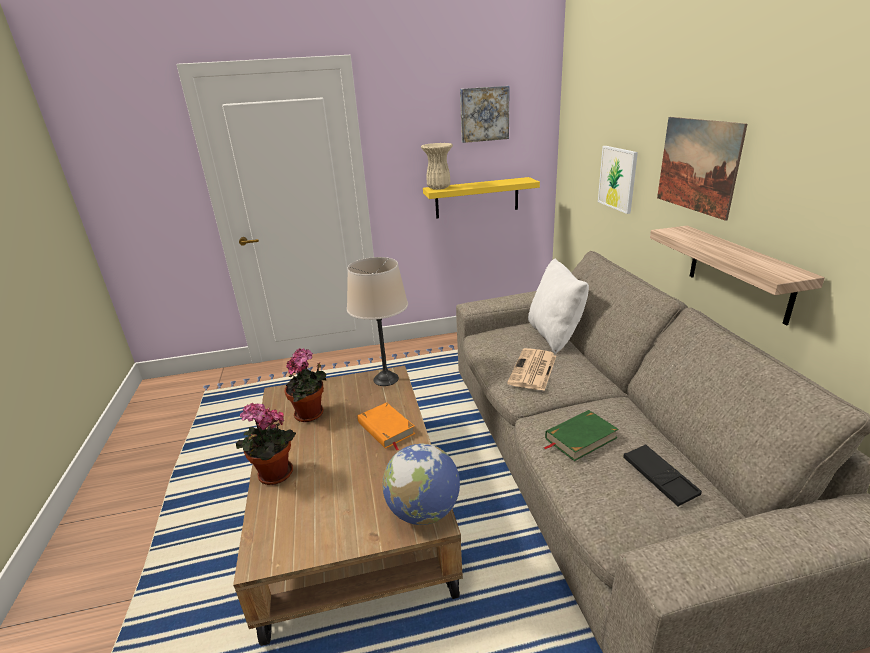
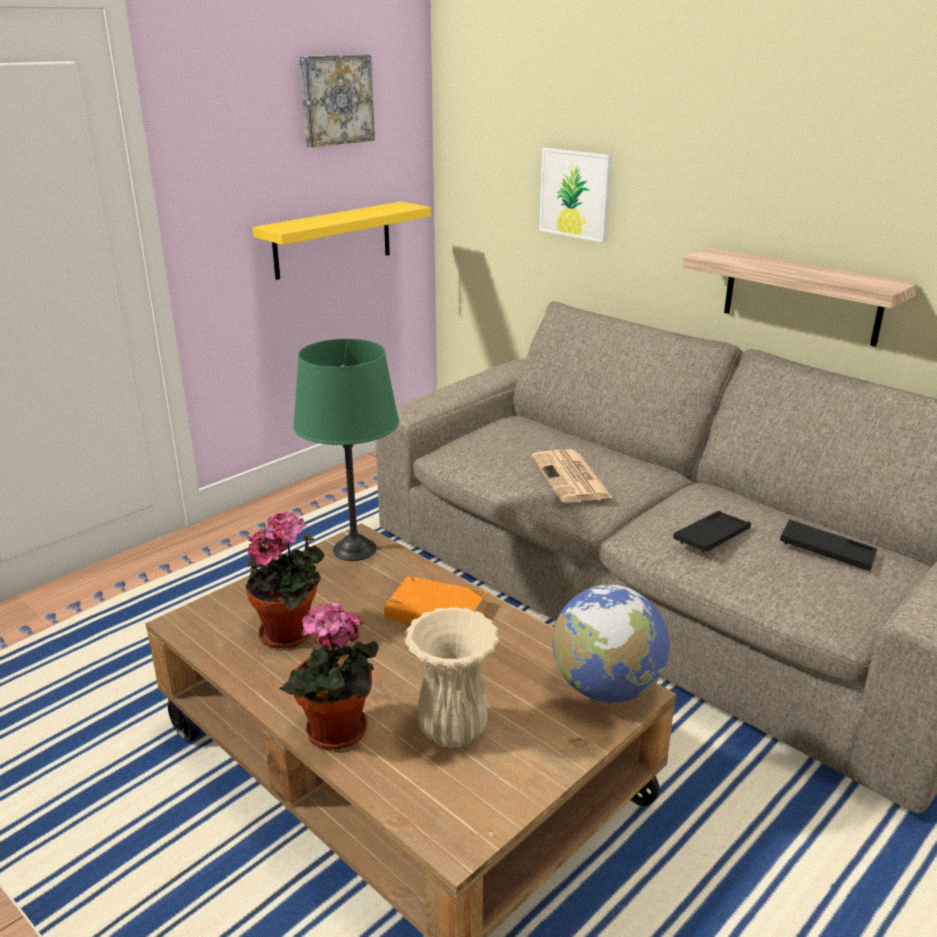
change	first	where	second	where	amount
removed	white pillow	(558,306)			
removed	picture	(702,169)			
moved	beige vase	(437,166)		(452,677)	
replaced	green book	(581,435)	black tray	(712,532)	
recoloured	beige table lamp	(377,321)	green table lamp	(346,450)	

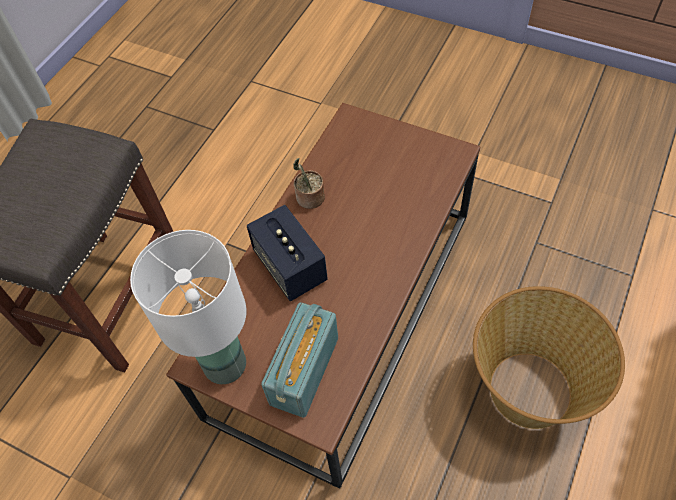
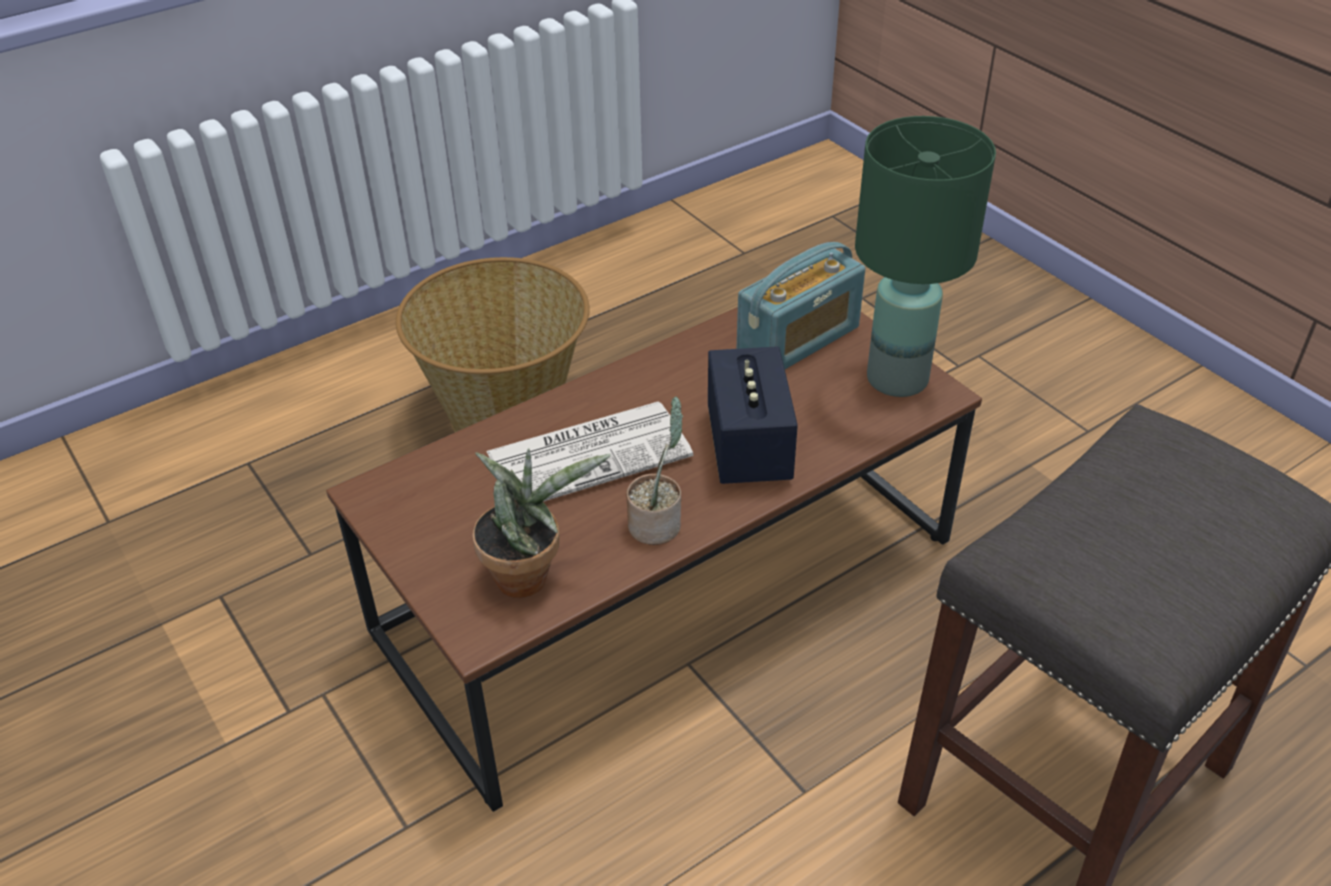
change	first	where	second	where	amount
added			potted plant	(541,523)	
added			newspaper	(589,452)	
recoloured	white table lamp	(188,307)	green table lamp	(925,256)	

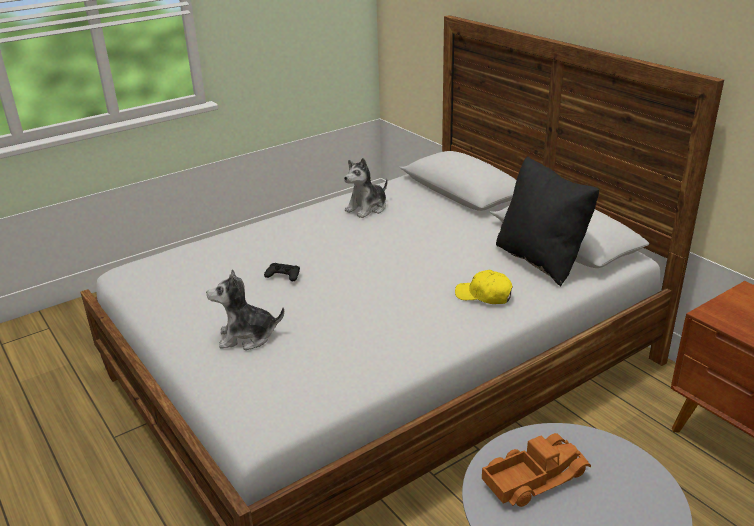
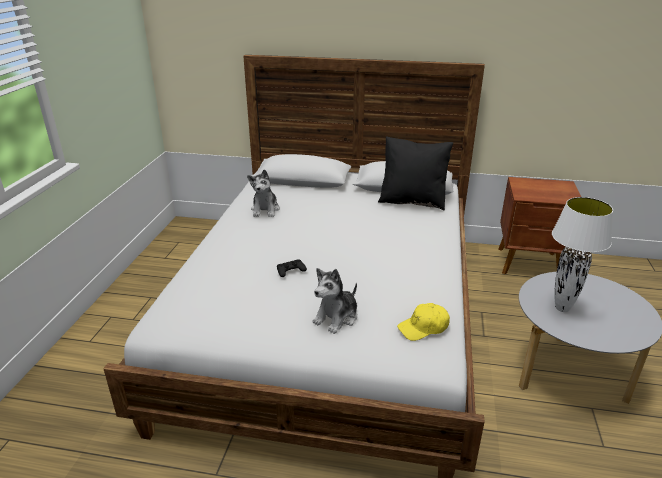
change	first	where	second	where	amount
moved	yellow cap	(484,287)		(423,322)	
replaced	toy truck	(536,470)	white table lamp	(582,254)	

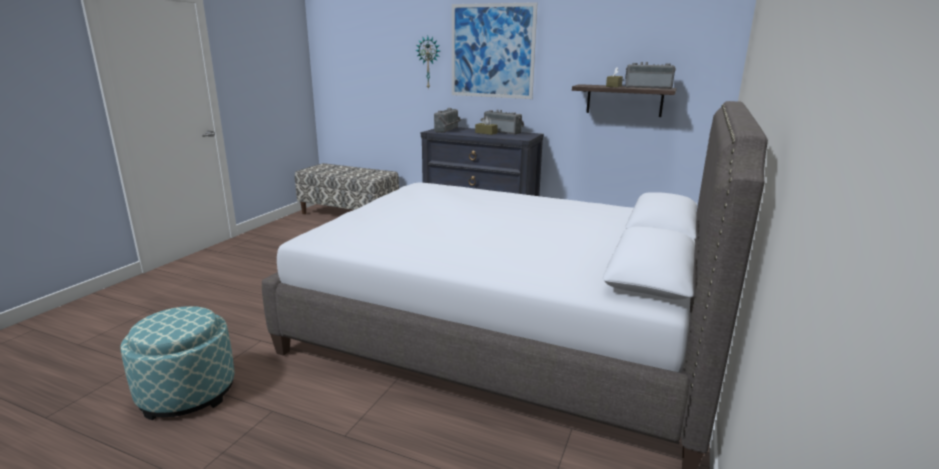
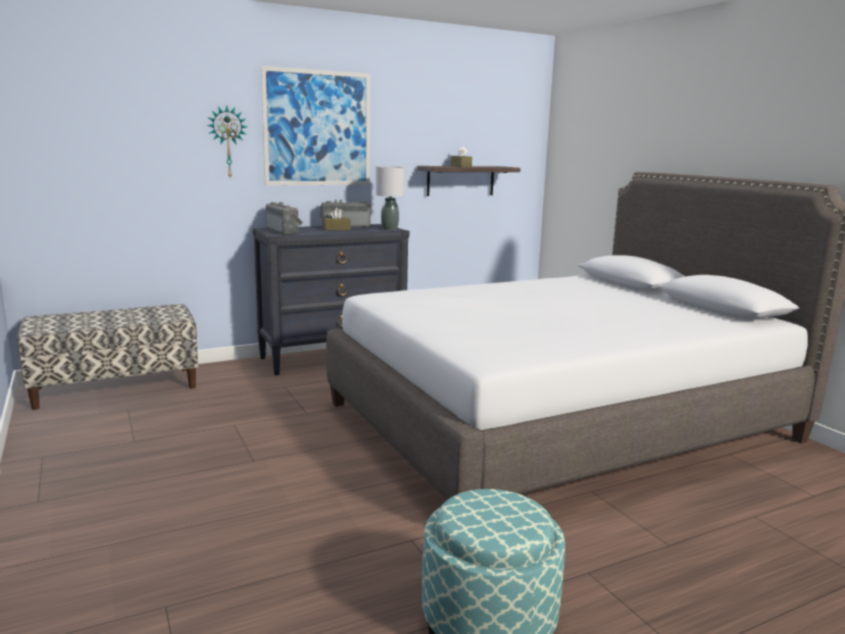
change	first	where	second	where	amount
removed	radio	(650,75)			
added			grey table lamp	(390,198)	

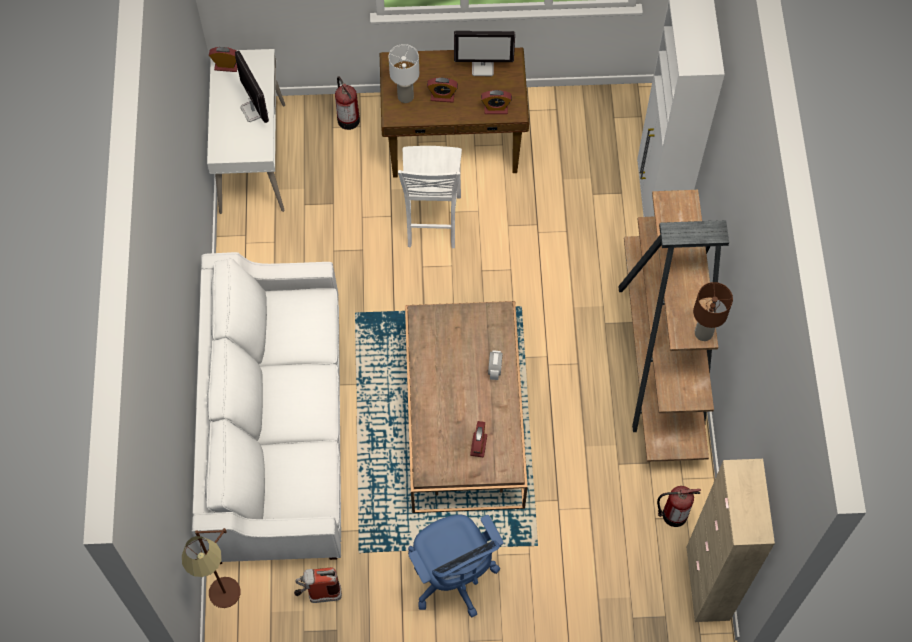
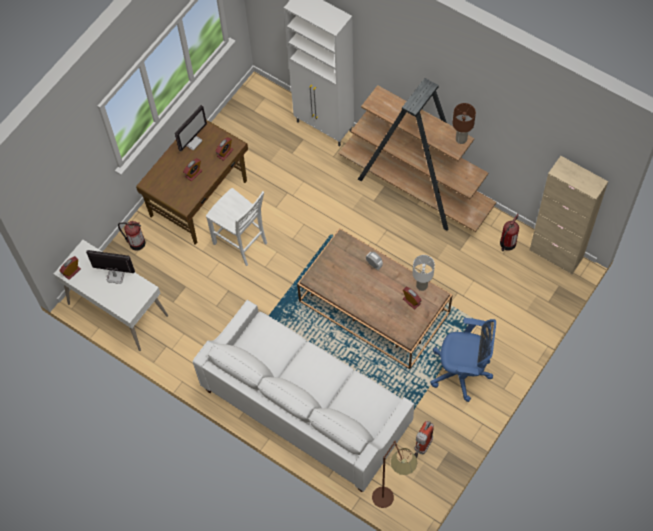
change	first	where	second	where	amount
moved	white table lamp	(404,73)		(424,273)	

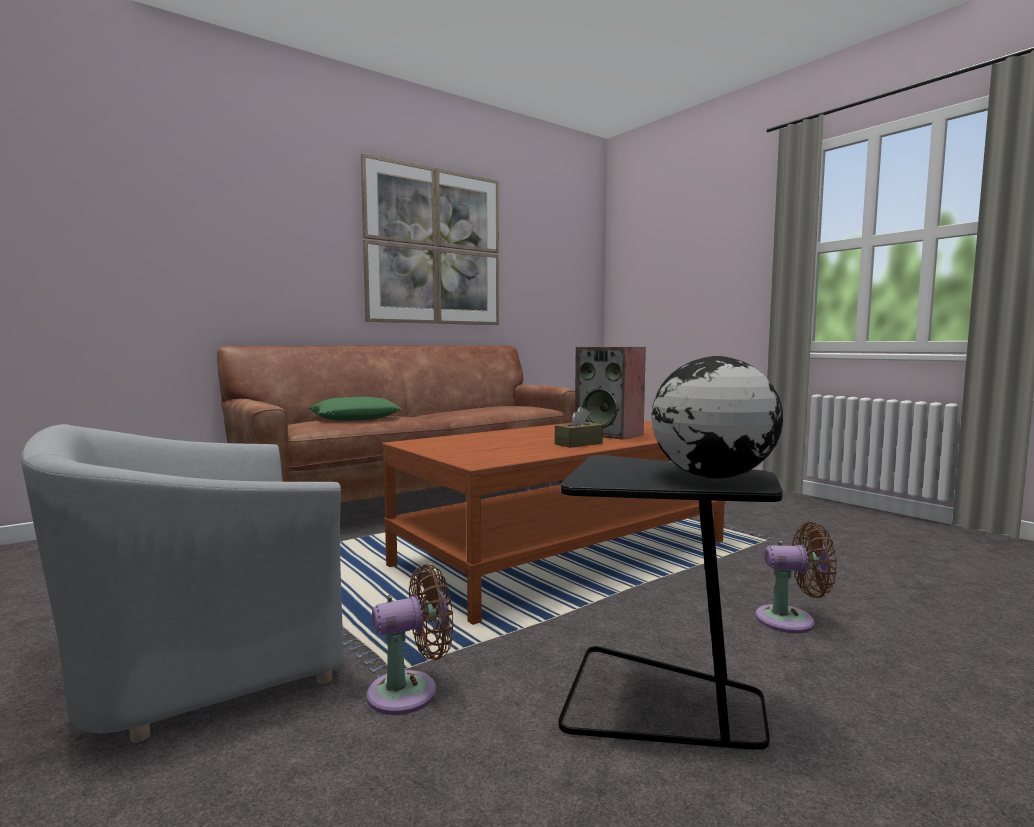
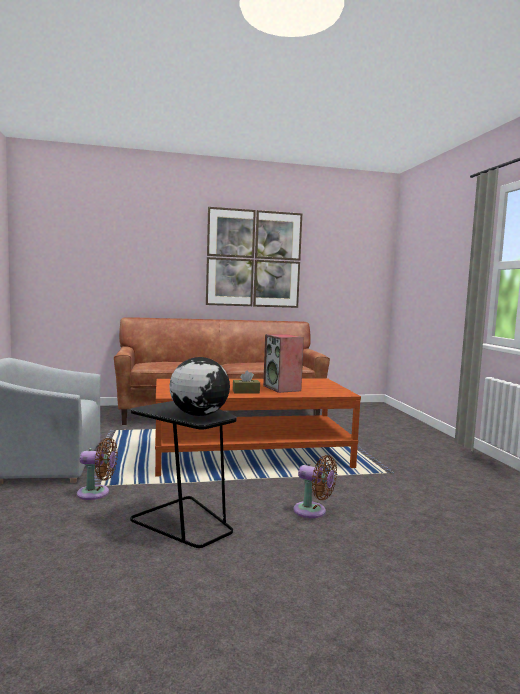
change	first	where	second	where	amount
removed	green pillow	(355,408)			

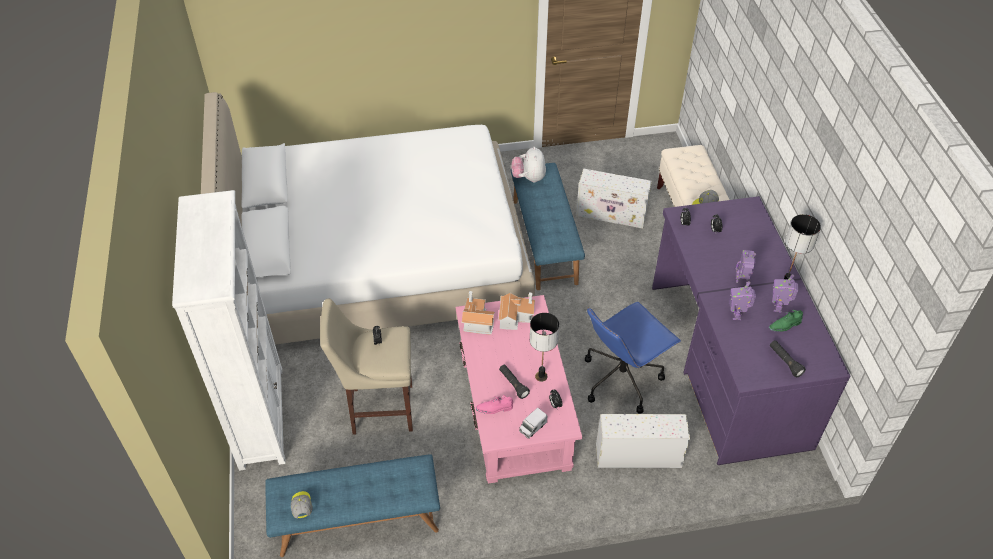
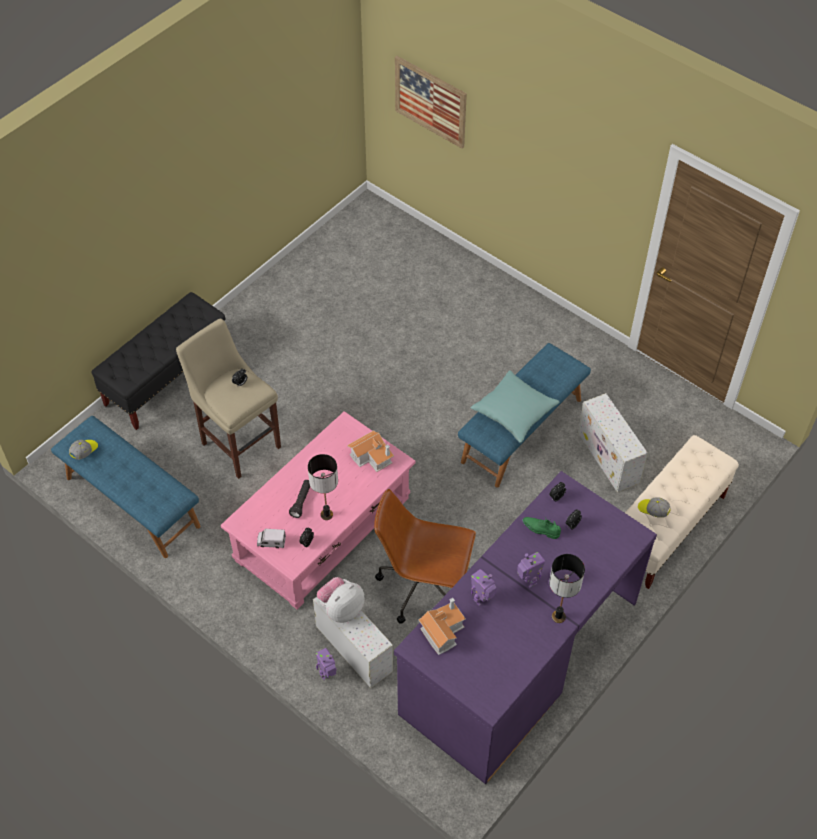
change	first	where	second	where	amount
removed	white bed	(368,218)			
removed	pink shoe	(494,404)			
removed	black flashlight	(788,358)			
added			picture	(431,102)	
added			turquoise pillow	(514,406)	
moved	toy house	(478,313)		(442,626)	
moved	plush toy	(528,164)		(341,600)	
moved	green shoe	(786,321)		(541,528)	
moved	toy robot	(785,293)		(326,664)	
replaced	white bookcase	(229,330)	black bench	(158,361)	
recoloured	blue office chair	(633,358)	brown office chair	(425,556)	

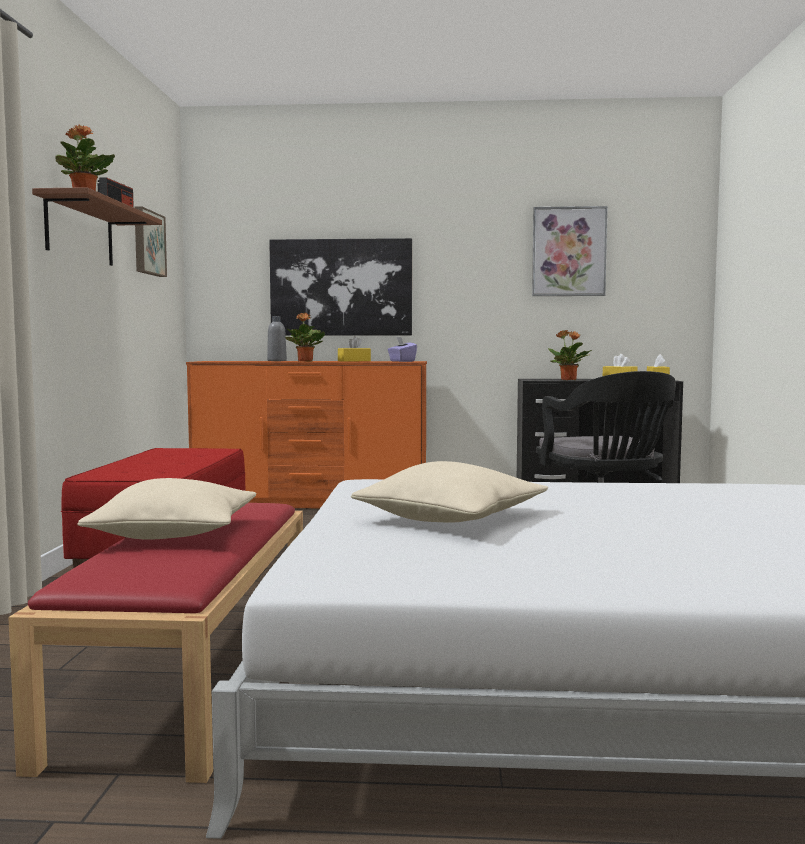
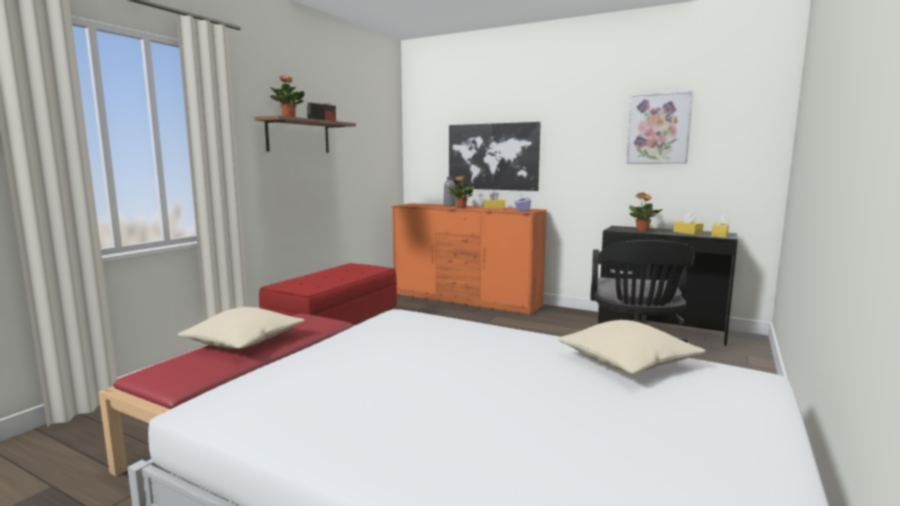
change	first	where	second	where	amount
removed	picture	(151,241)			
moved	beige pillow	(449,492)		(632,347)	

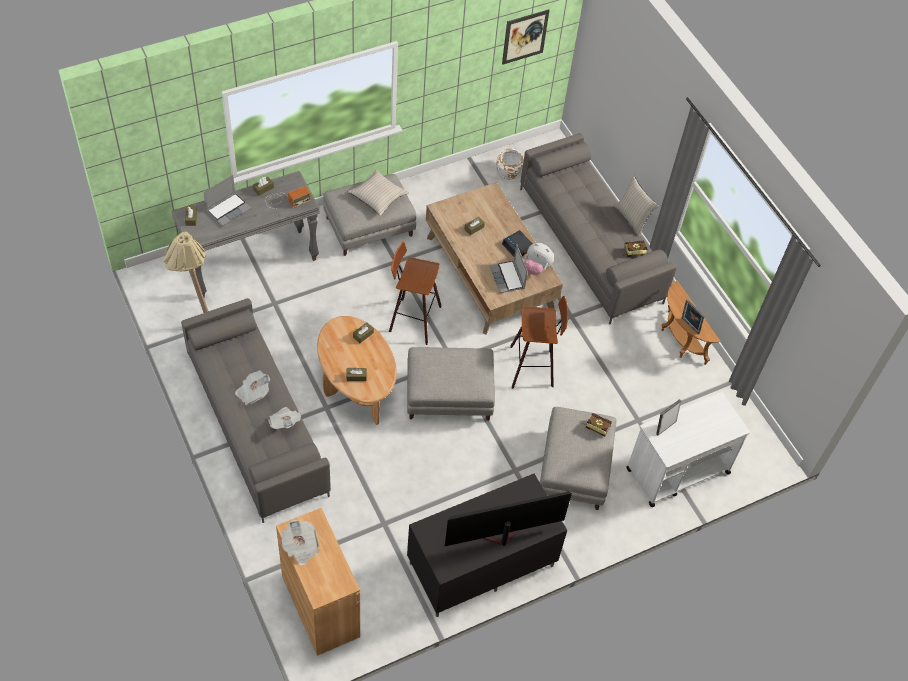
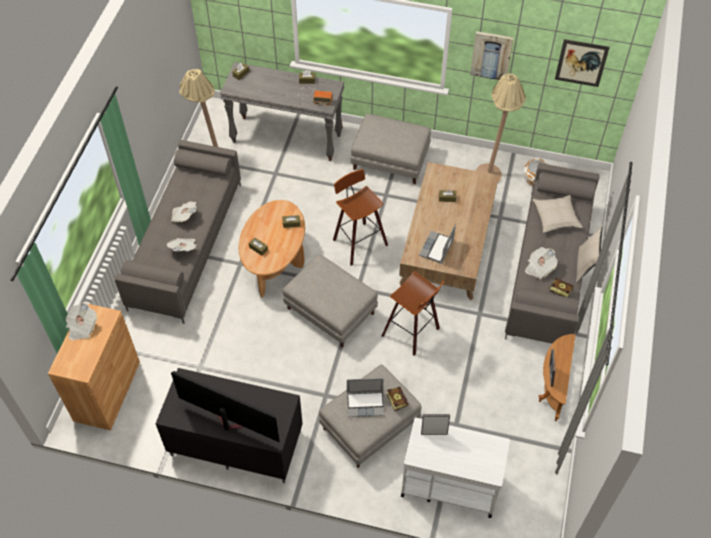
change	first	where	second	where	amount
removed	alarm clock	(517,243)			
removed	plush toy	(539,259)			
added			picture	(492,55)	
added			beige floor lamp	(501,128)	
added			newspaper	(541,263)	
moved	laptop	(227,200)		(366,397)	
moved	beige pillow	(378,192)		(557,214)	

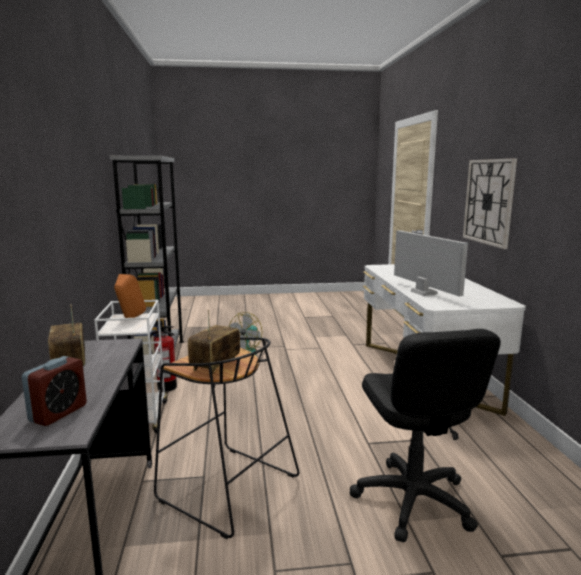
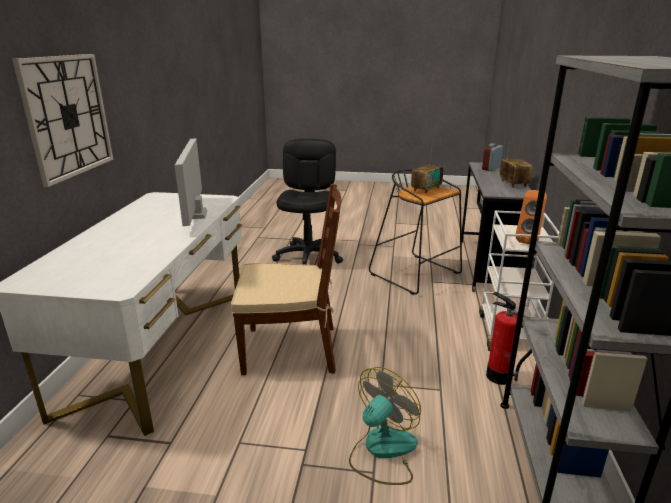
change	first	where	second	where	amount
added			brown chair	(286,279)	

